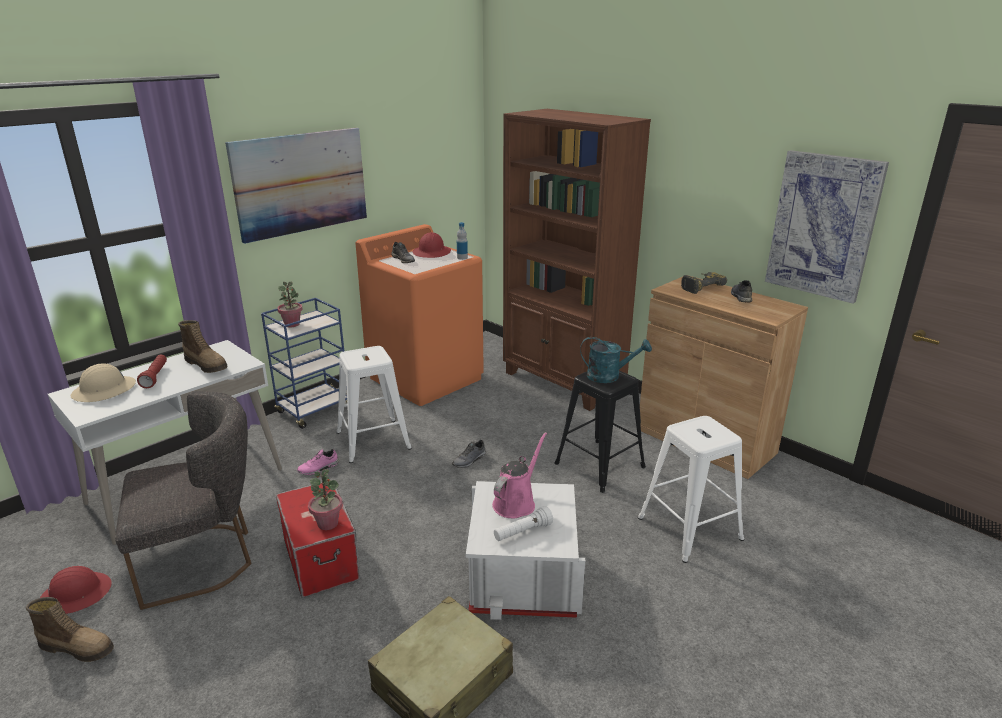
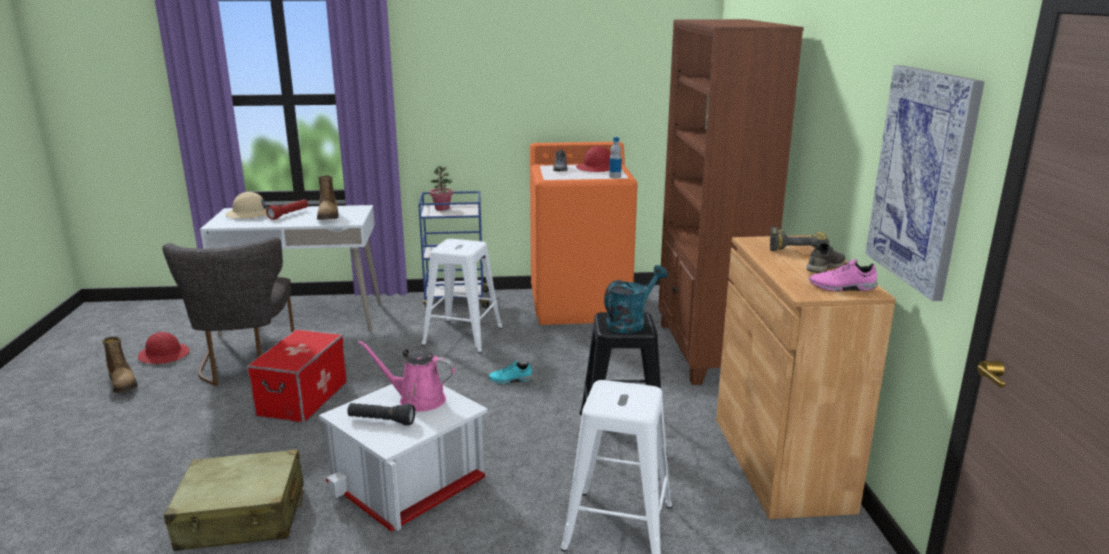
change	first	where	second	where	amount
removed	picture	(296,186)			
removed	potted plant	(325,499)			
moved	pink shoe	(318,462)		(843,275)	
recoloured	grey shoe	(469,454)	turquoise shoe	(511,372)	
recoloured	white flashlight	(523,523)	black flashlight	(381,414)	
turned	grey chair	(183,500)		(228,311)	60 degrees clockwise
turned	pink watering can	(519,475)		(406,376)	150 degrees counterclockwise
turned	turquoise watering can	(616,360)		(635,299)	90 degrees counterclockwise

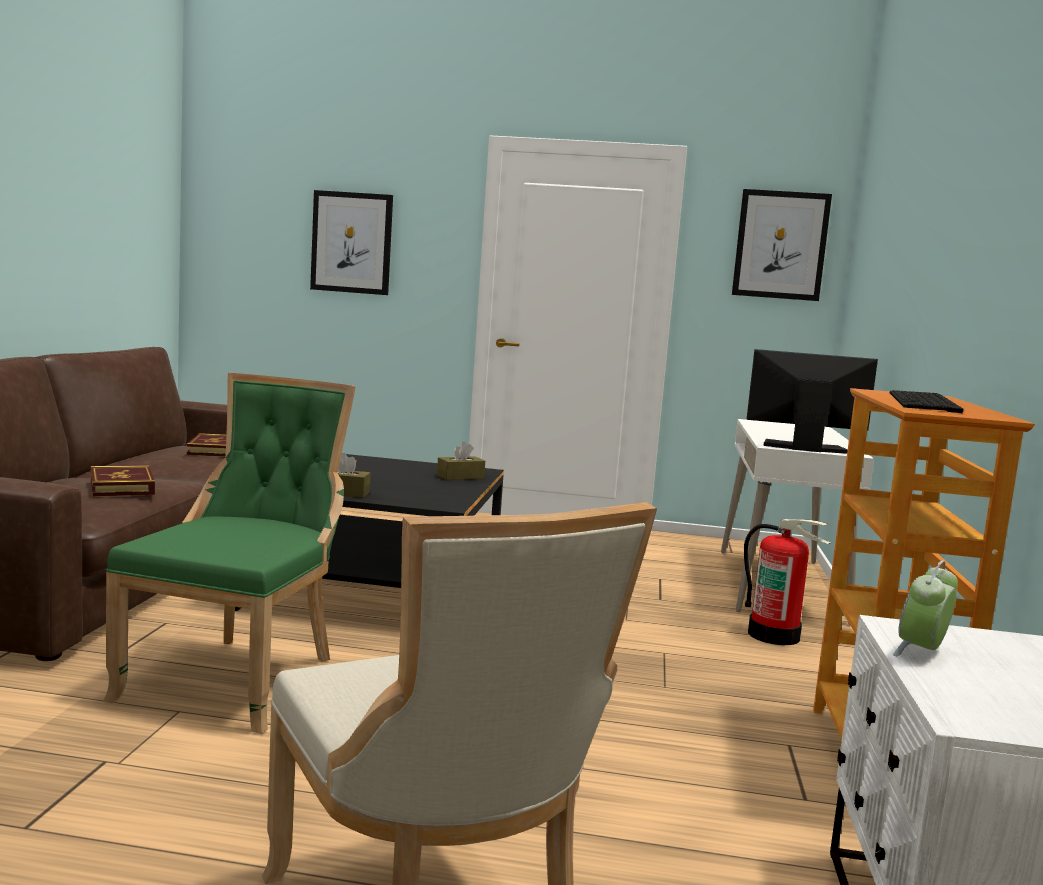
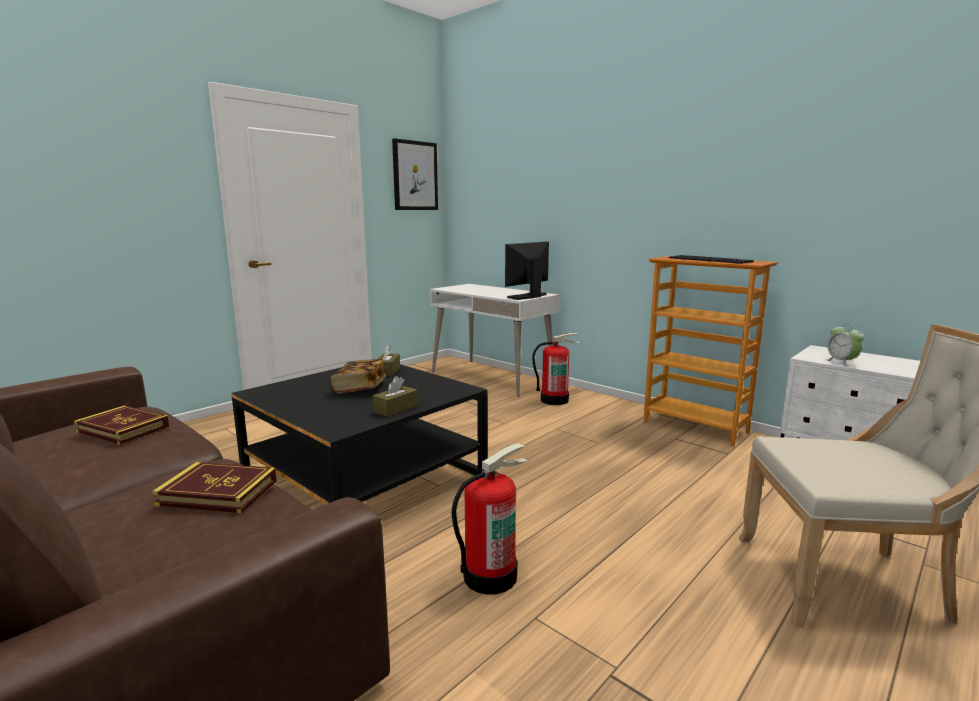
change	first	where	second	where	amount
removed	picture	(351,242)			
added			book	(358,376)	
replaced	green chair	(229,553)	fire extinguisher	(490,519)	

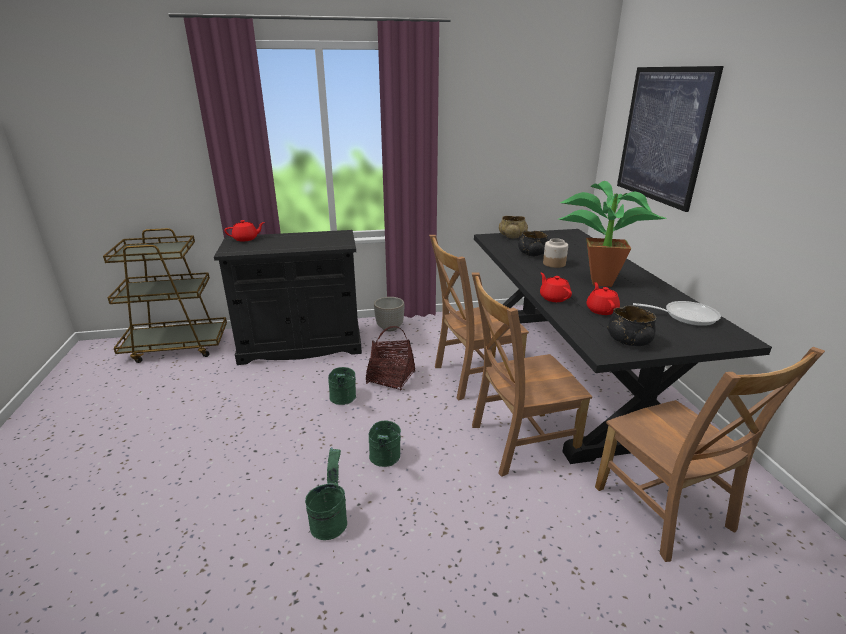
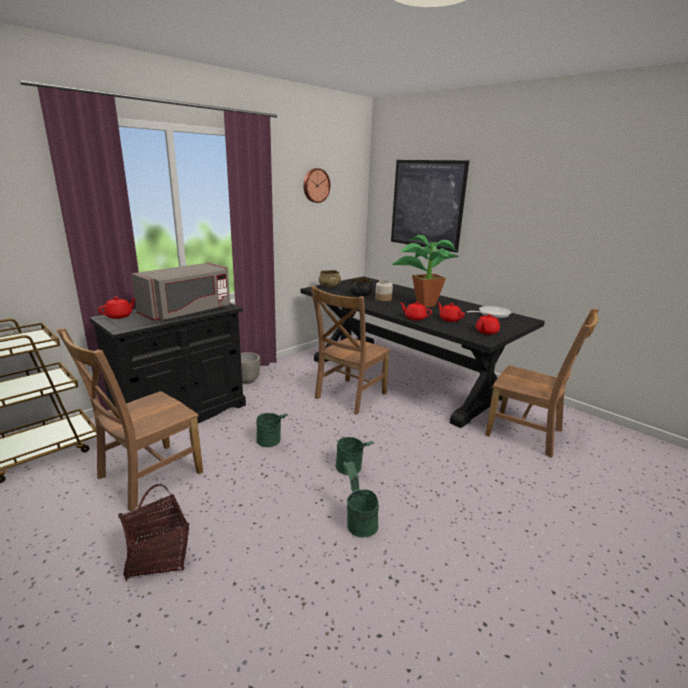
change	first	where	second	where	amount
added			grey microwave	(180,291)	
added			wall clock	(316,185)	
moved	basket	(390,358)		(153,532)	
moved	brown chair	(532,374)		(129,419)	
replaced	black bowl	(631,326)	red teapot	(488,324)	

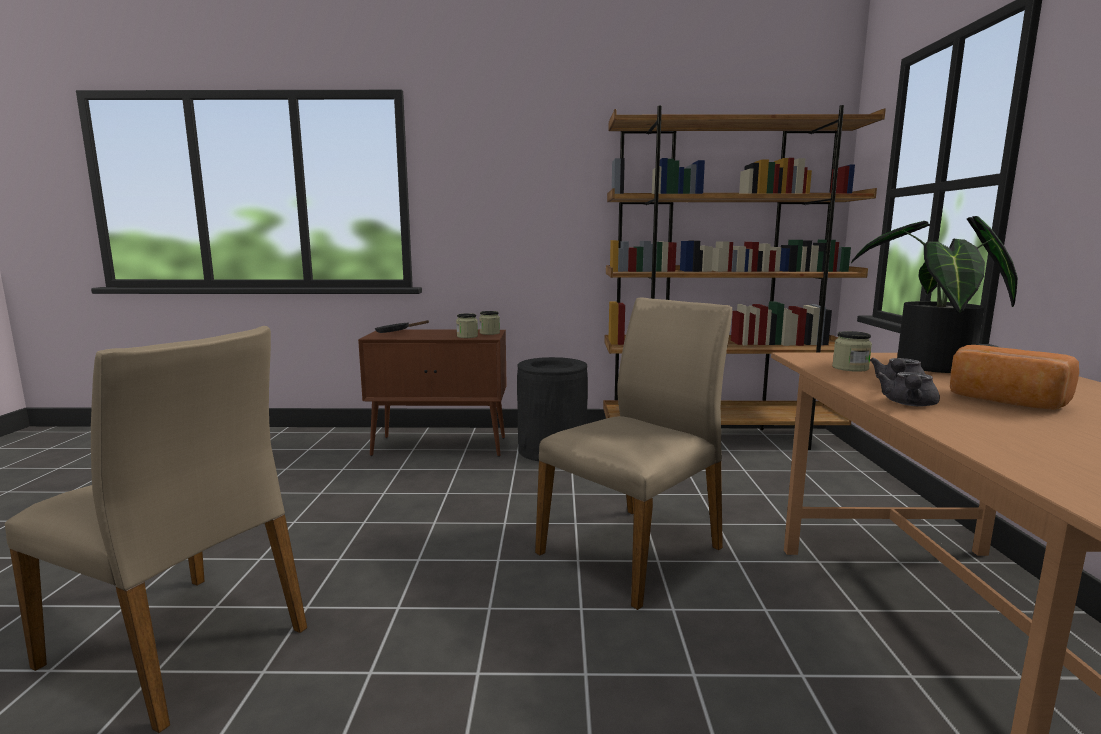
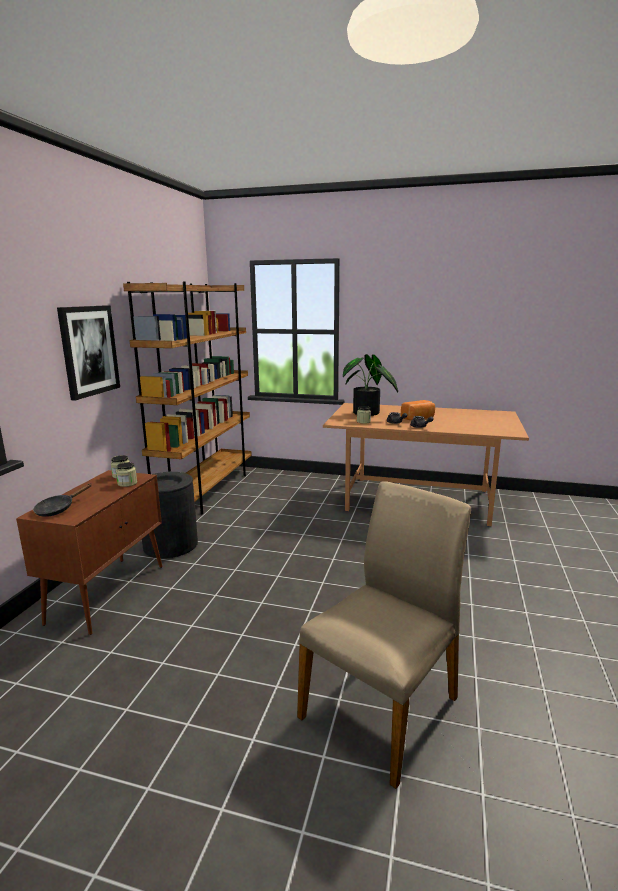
change	first	where	second	where	amount
removed	beige chair	(633,453)			
added			picture	(88,353)	

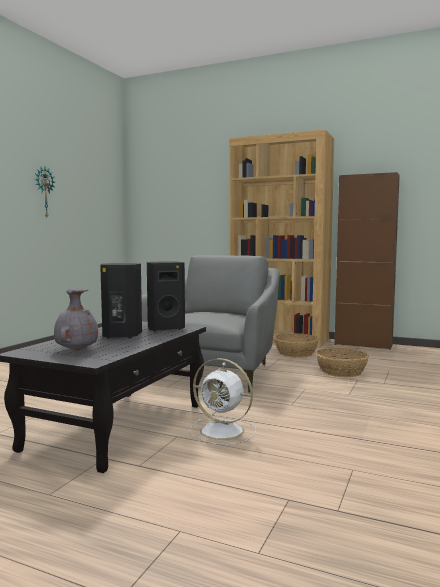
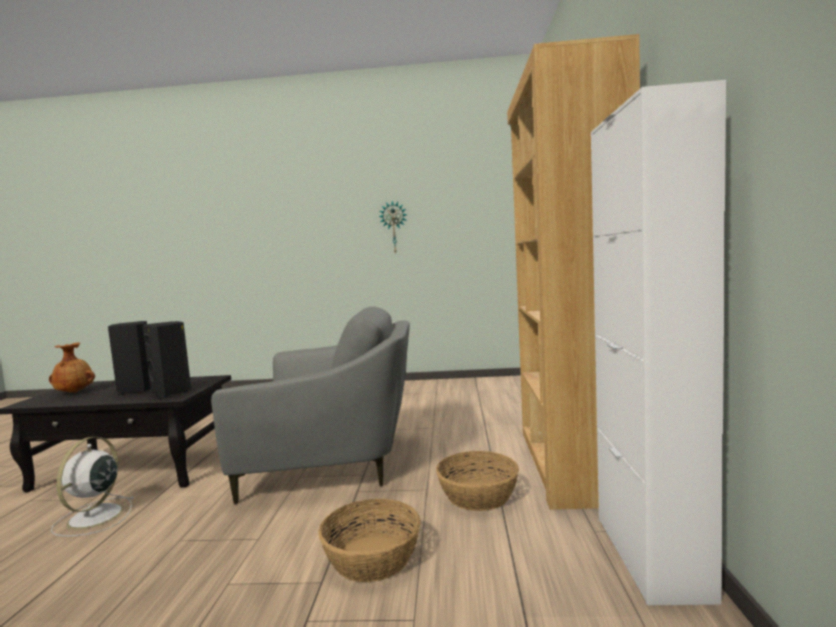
change	first	where	second	where	amount
recoloured	grey vase	(76,319)	brown vase	(72,367)	
recoloured	brown cabinet	(367,261)	white cabinet	(658,342)	

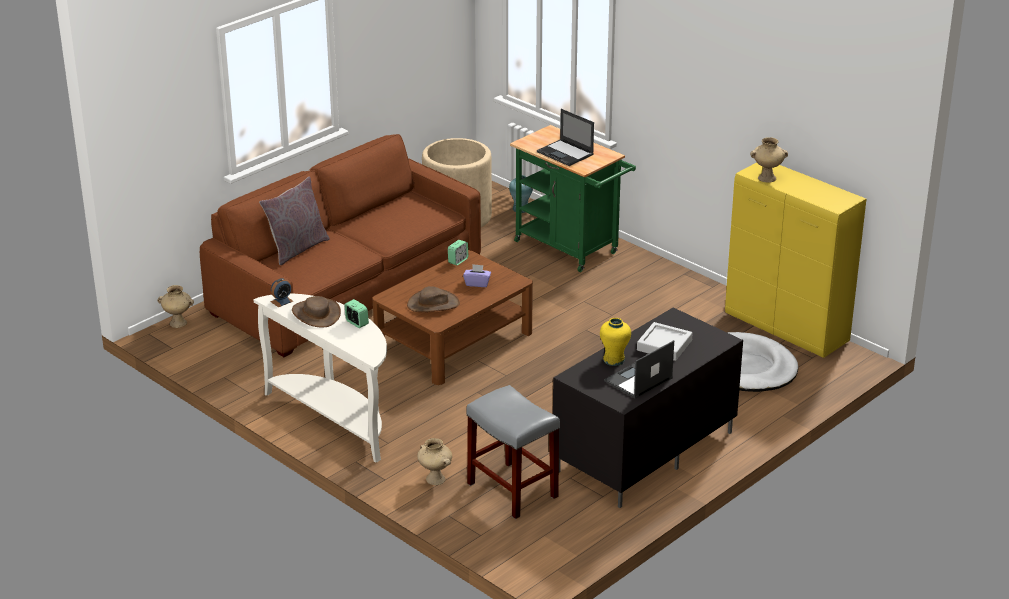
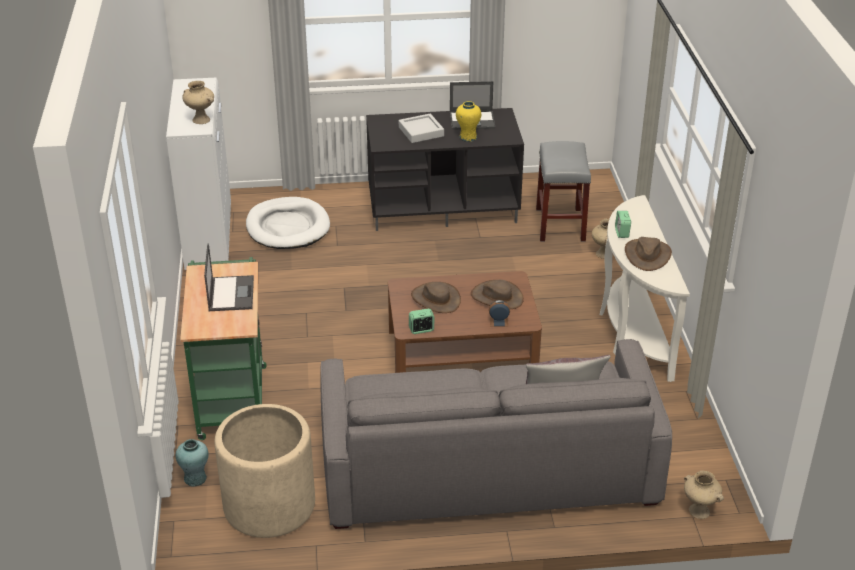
change	first	where	second	where	amount
moved	alarm clock	(281,292)		(499,313)	
replaced	purple tissue box	(477,275)	brown hat	(436,297)	
recoloured	brown sofa	(340,245)	grey sofa	(496,434)	
recoloured	yellow cabinet	(795,260)	white cabinet	(198,174)	

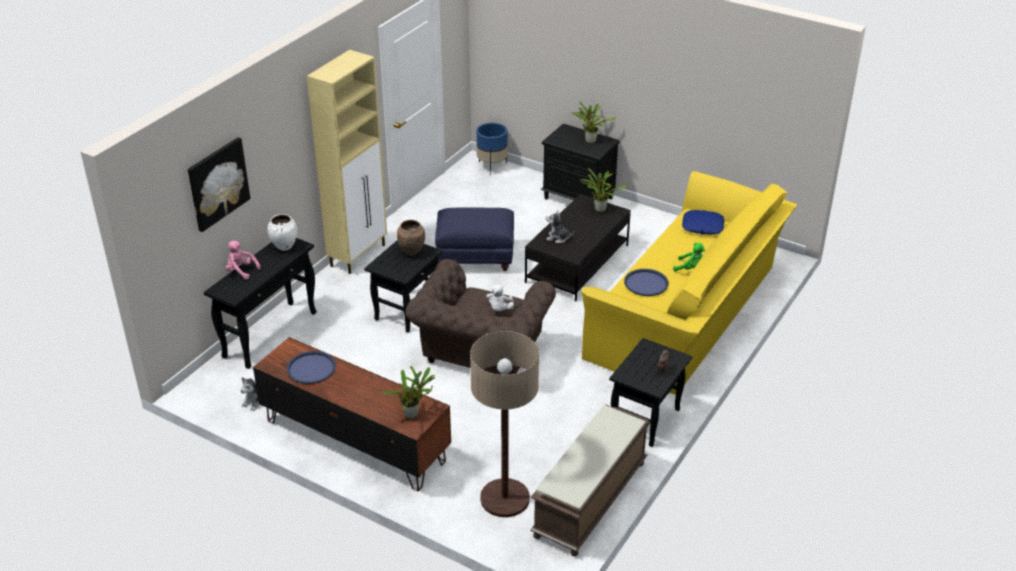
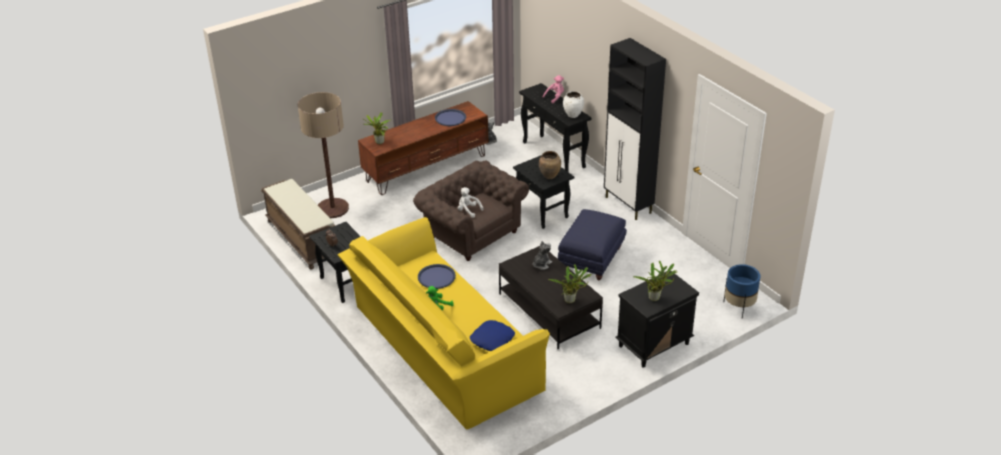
change	first	where	second	where	amount
removed	picture	(219,184)			
recoloured	beige cabinet	(347,162)	black cabinet	(635,129)	

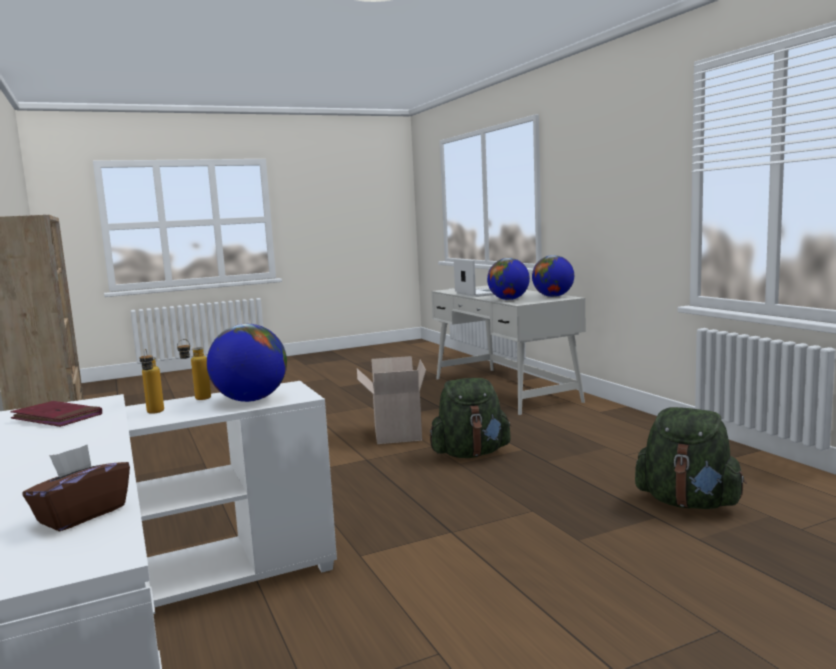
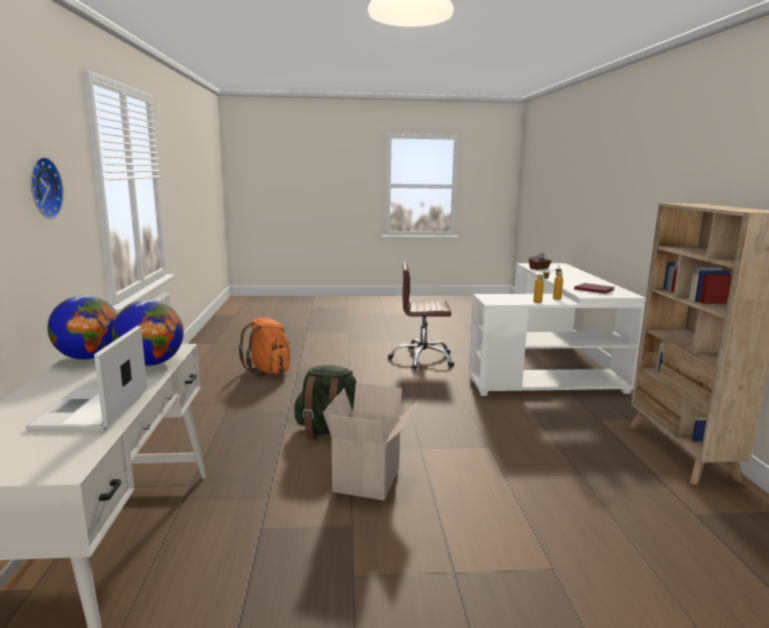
change	first	where	second	where	amount
removed	globe	(247,363)			
added			wall clock	(47,188)	
added			brown office chair	(421,316)	
recoloured	green backpack	(690,458)	orange backpack	(264,347)	

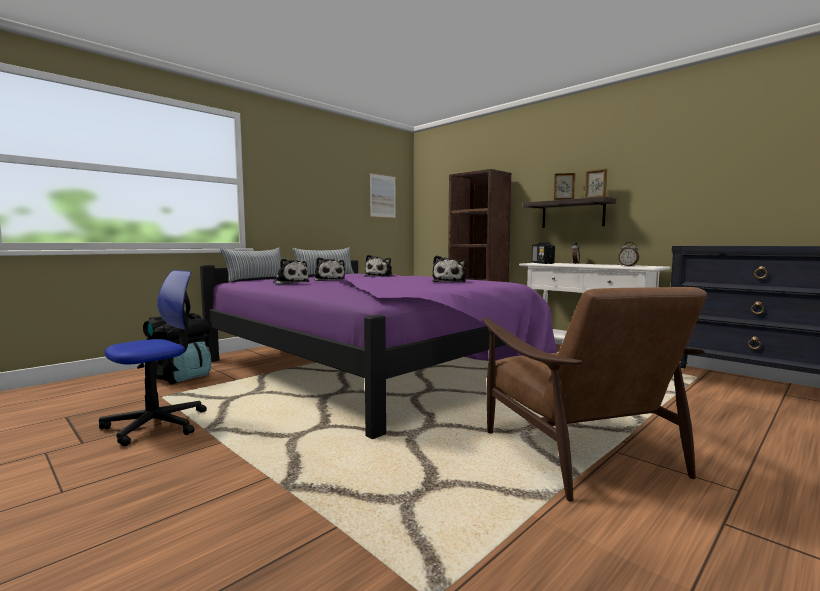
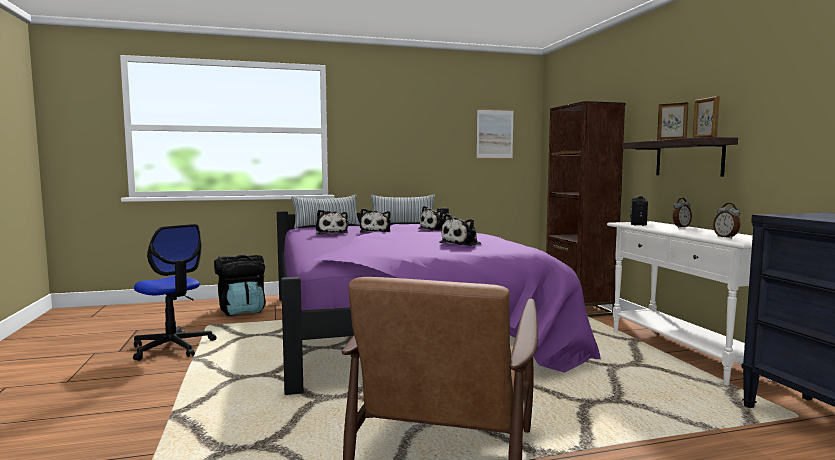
change	first	where	second	where	amount
turned	office chair	(153,358)		(175,292)	60 degrees clockwise

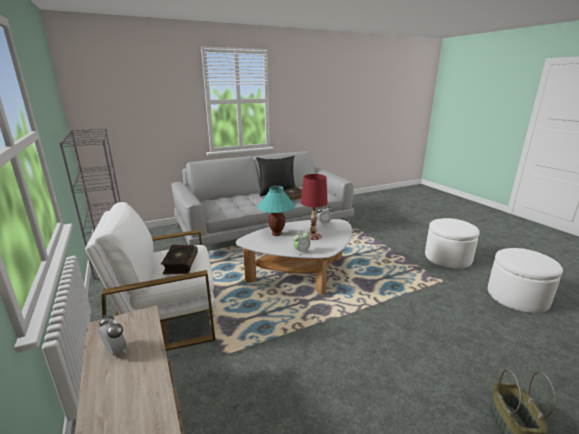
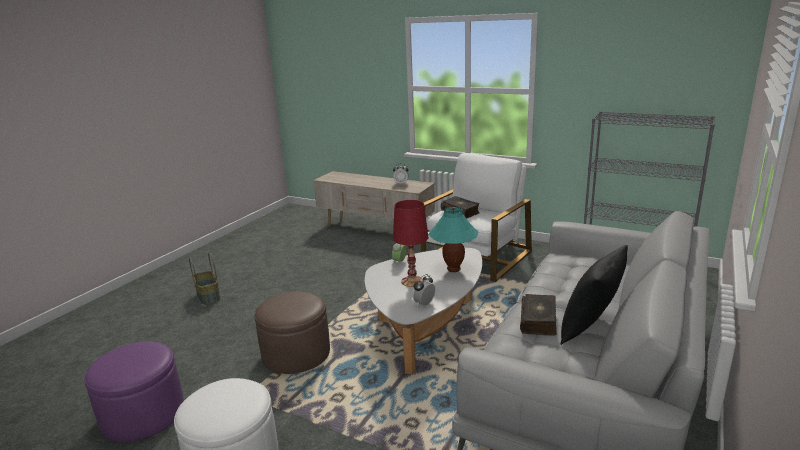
change	first	where	second	where	amount
added			brown ottoman	(292,332)	
recoloured	white ottoman	(525,280)	purple ottoman	(134,391)	

